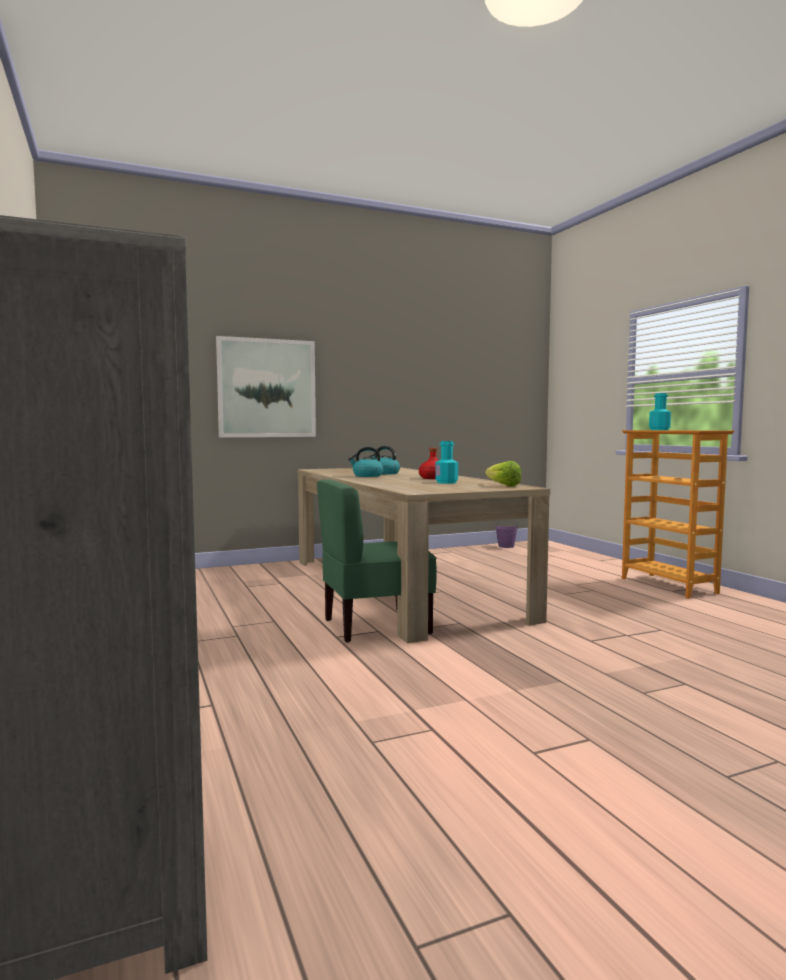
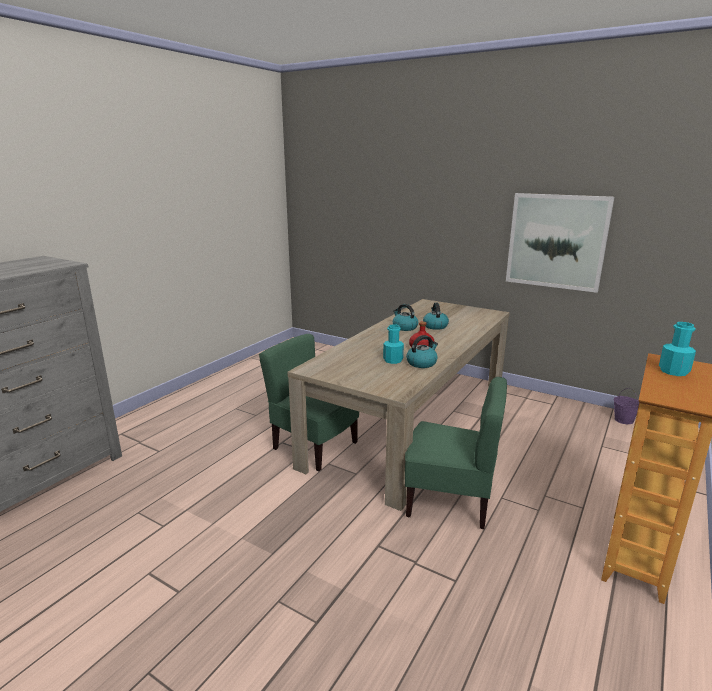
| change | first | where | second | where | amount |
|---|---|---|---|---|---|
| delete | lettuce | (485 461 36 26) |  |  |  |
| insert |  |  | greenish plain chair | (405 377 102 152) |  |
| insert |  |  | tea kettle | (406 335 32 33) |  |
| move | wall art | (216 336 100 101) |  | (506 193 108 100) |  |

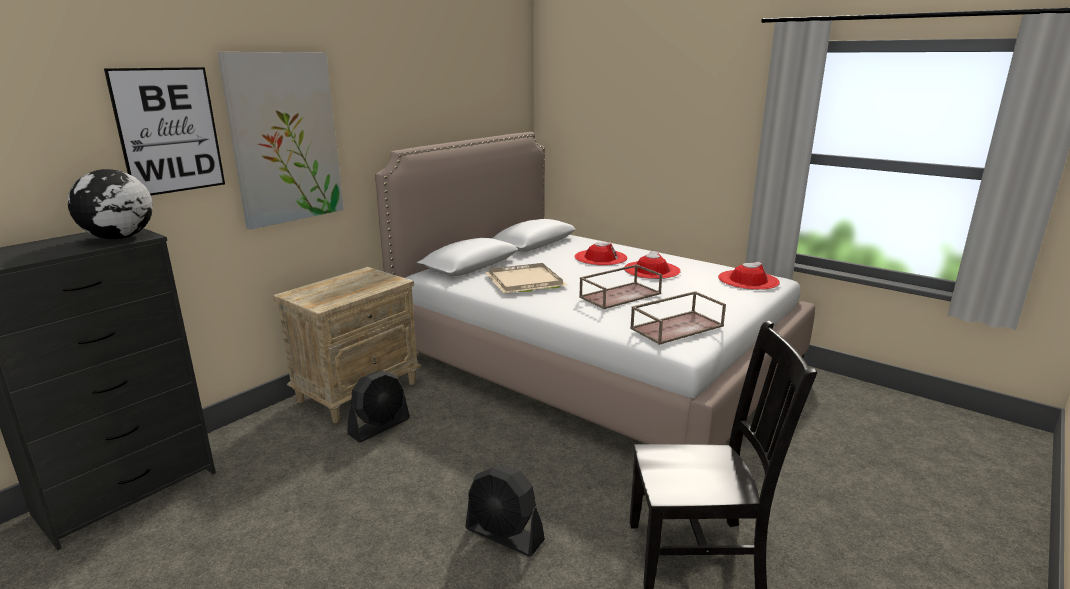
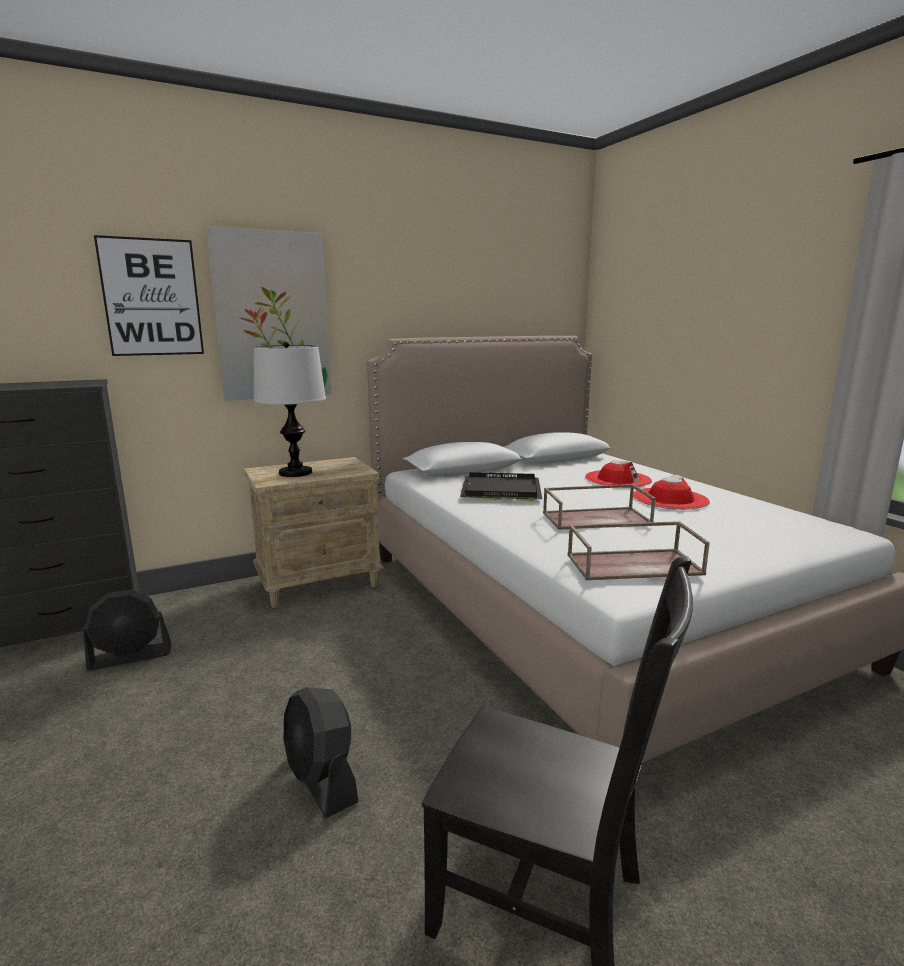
| change | first | where | second | where | amount |
|---|---|---|---|---|---|
| delete | globe | (67 169 86 70) |  |  |  |
| delete | red-coloured hat | (718 262 62 28) |  |  |  |
| insert |  |  | tabletop lamp | (254 342 72 135) |  |
| move | blackish fan | (347 371 63 71) |  | (83 589 88 81) |  |
| recolor | sand-coloured carrying tray | (485 263 82 30) | blackish carrying tray | (460 472 82 29) |  |

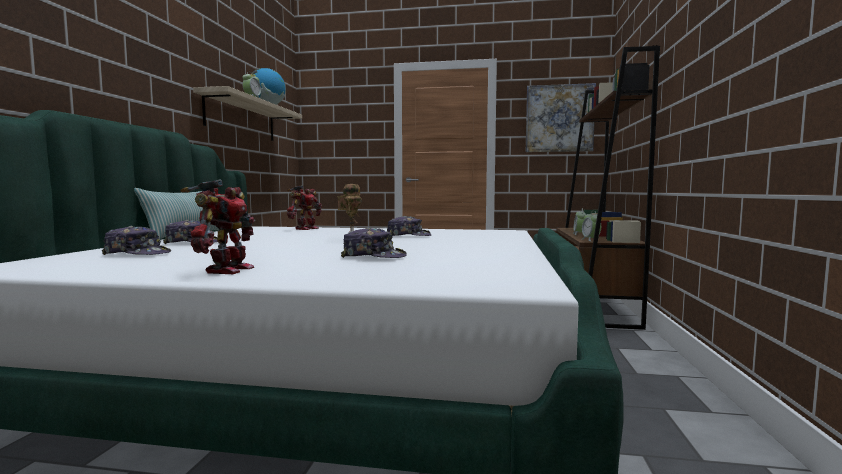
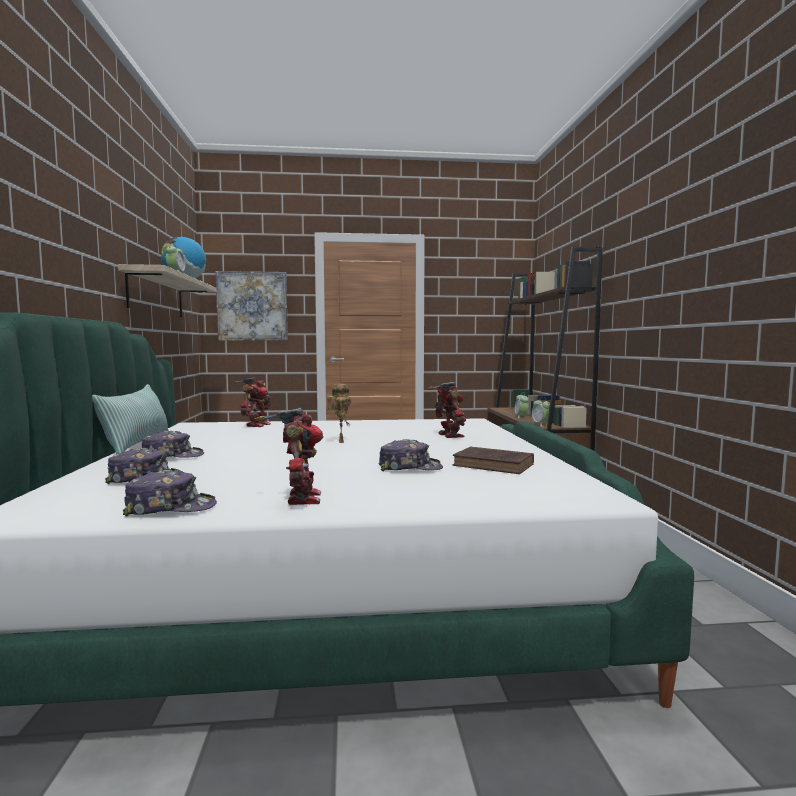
| change | first | where | second | where | amount |
|---|---|---|---|---|---|
| insert |  |  | toy robot | (428 382 38 56) |  |
| insert |  |  | brown-coloured bound book | (453 447 81 27) |  |
| move | peaked cap | (387 216 44 20) |  | (123 470 94 47) |  |
| move | wall art | (526 83 70 69) |  | (215 271 73 70) |  |

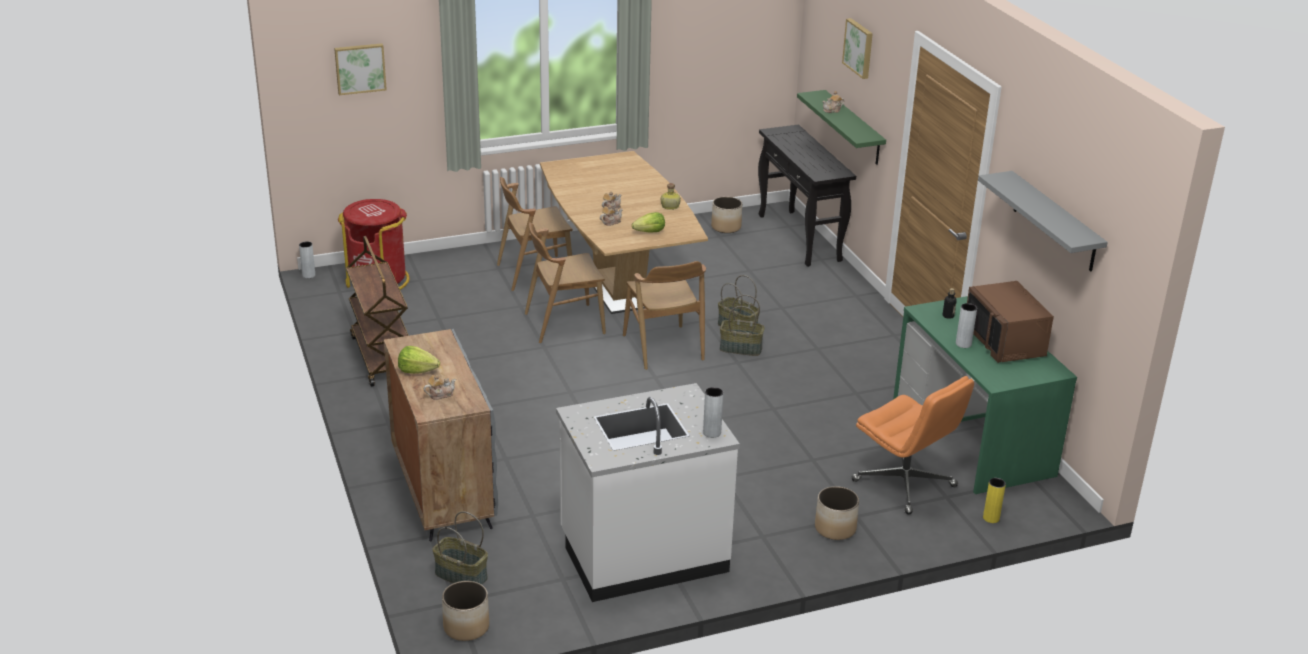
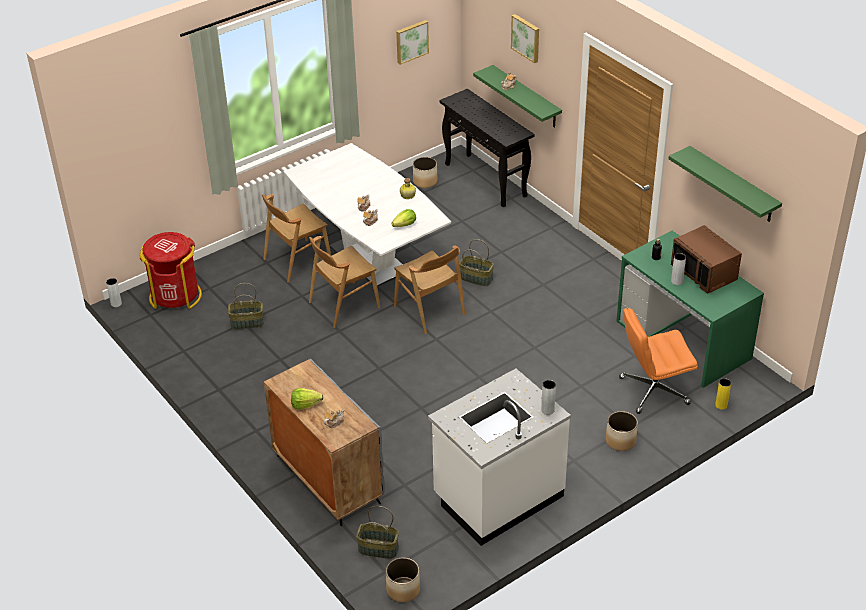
| change | first | where | second | where | amount |
|---|---|---|---|---|---|
| delete | brown-coloured cart | (346 236 63 151) |  |  |  |
| move | wall art | (334 43 53 52) |  | (396 20 33 45) |  |
| move | household basket | (720 295 45 61) |  | (228 283 36 46) |  |
| recolor | brown-coloured kitchen table | (540 151 168 163) | white-coloured kitchen table | (284 143 167 144) |  |
| recolor | greyish wall shelf | (978 171 130 100) | greenish wall shelf | (669 146 113 76) |  |
| rotate | orange office chair | (852 376 122 139) |  | (619 308 78 106) | 135 degrees clockwise |

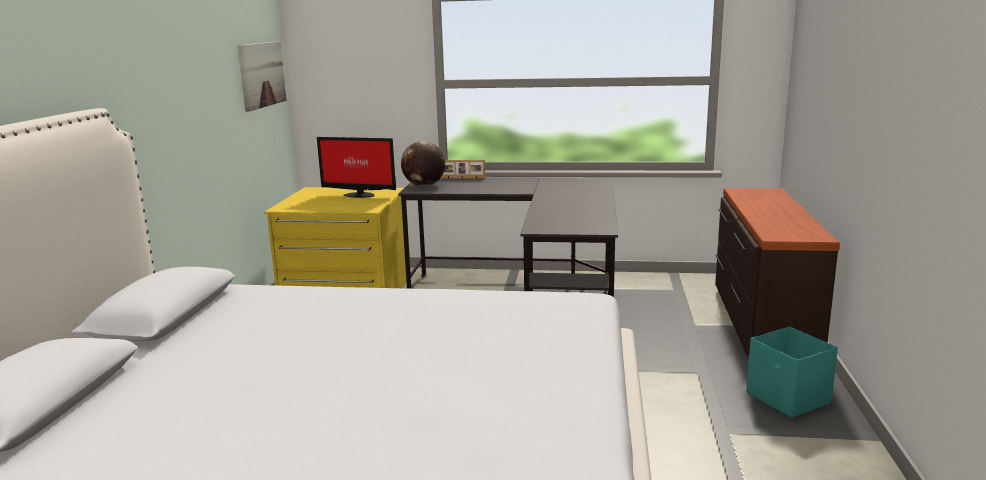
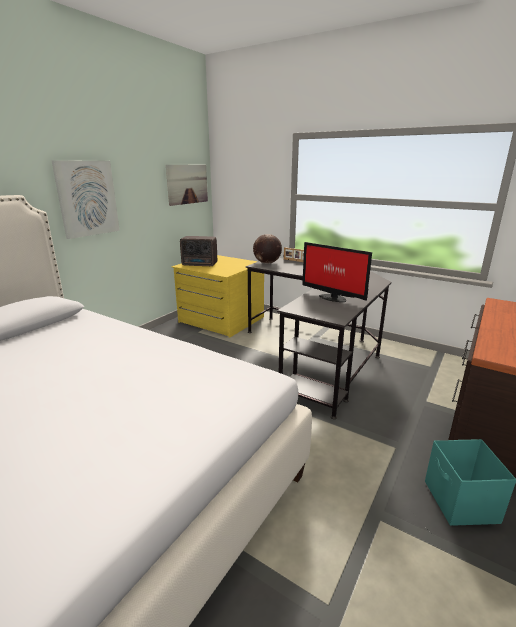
| change | first | where | second | where | amount |
|---|---|---|---|---|---|
| insert |  |  | wall art | (51 160 69 79) |  |
| insert |  |  | radio set | (180 236 37 31) |  |
| move | monitor | (317 137 79 61) |  | (302 242 70 60) |  |

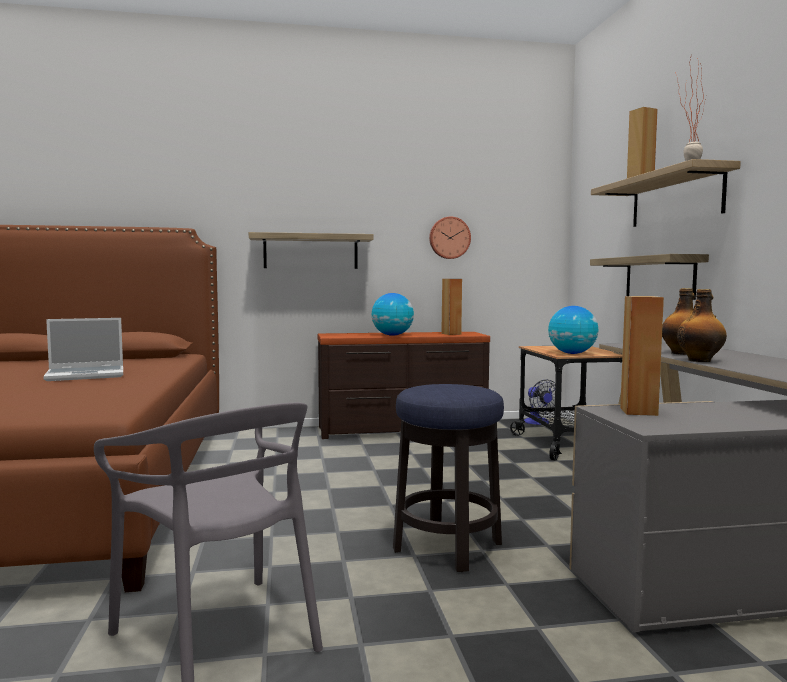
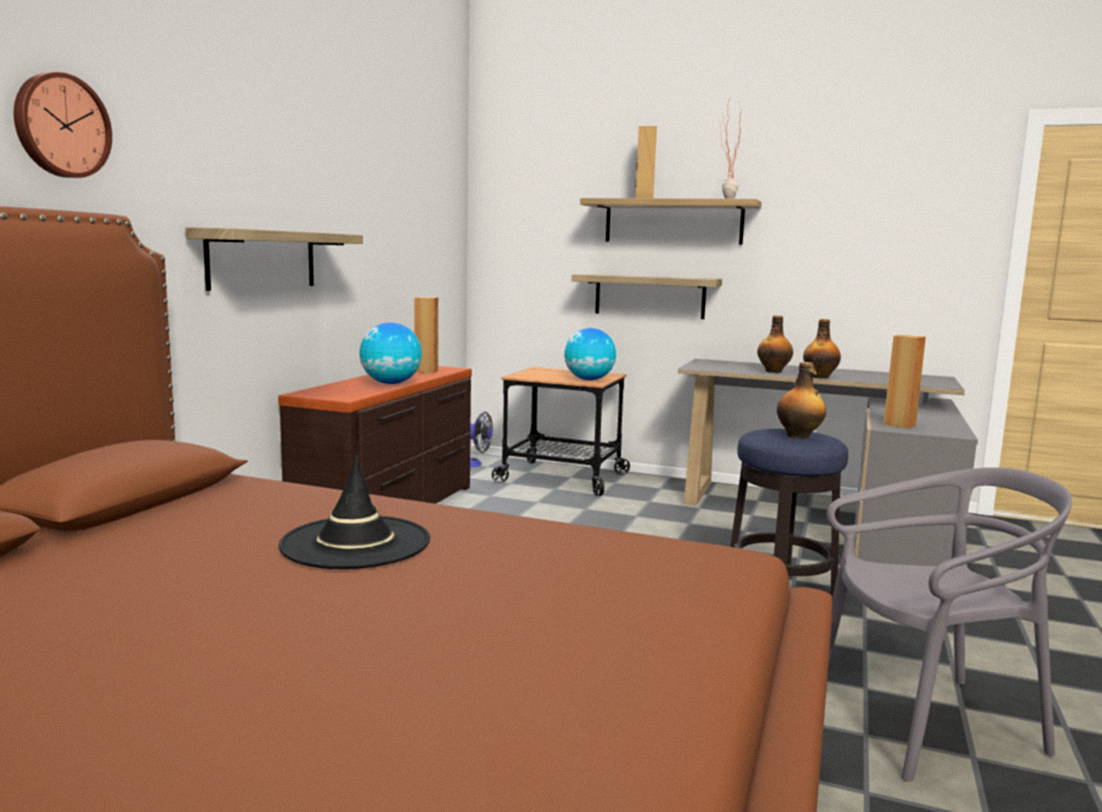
| change | first | where | second | where | amount |
|---|---|---|---|---|---|
| insert |  |  | bottle | (777 362 49 77) |  |
| move | wall clock | (429 216 42 43) |  | (14 72 98 106) |  |
| replace | notebook computer | (43 318 80 63) | blackish hat | (279 455 151 114) |  |

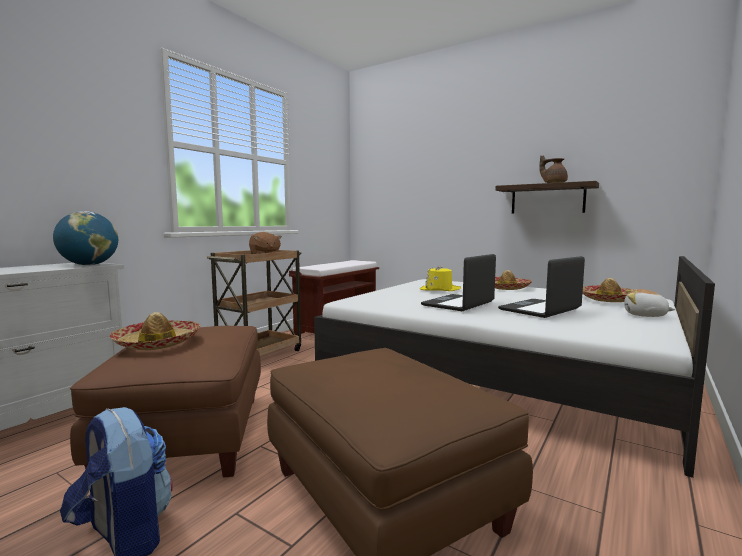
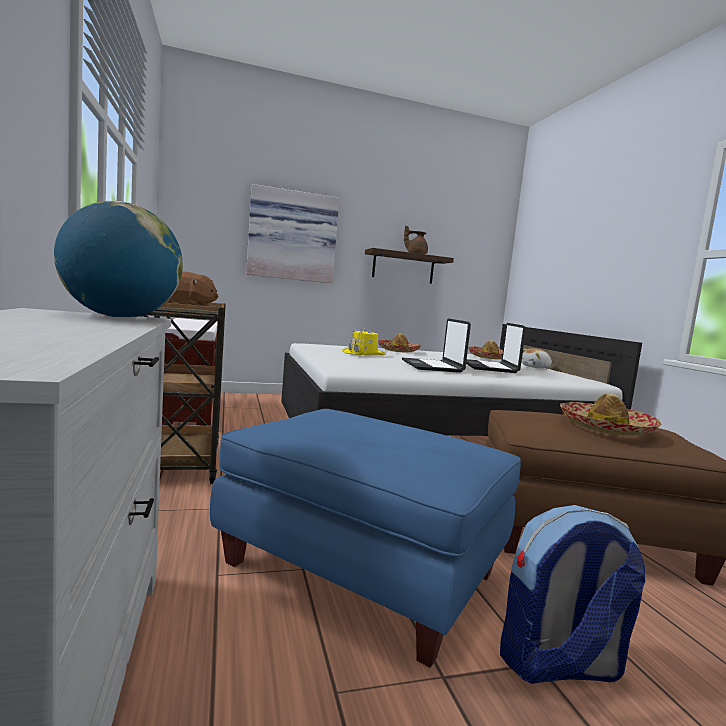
| change | first | where | second | where | amount |
|---|---|---|---|---|---|
| insert |  |  | wall art | (246 184 94 99) |  |
| move | hat | (110 312 90 38) |  | (560 393 101 43) |  |
| recolor | brown-coloured pouffe | (70 326 191 152) | bluish pouffe | (210 409 311 259) |  |

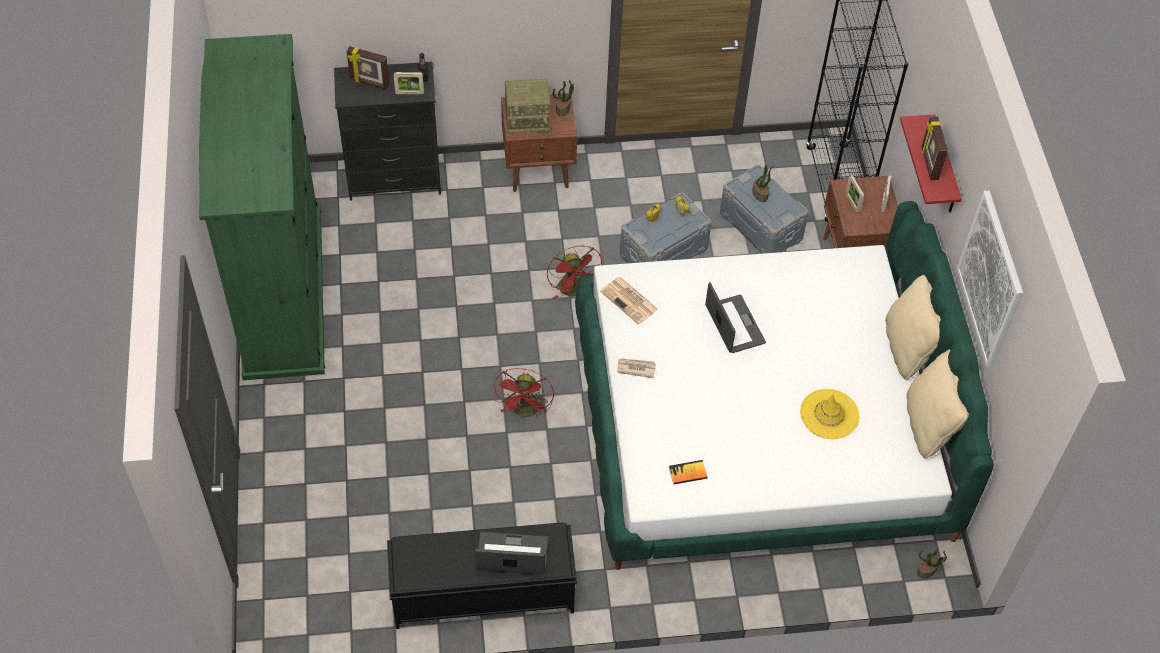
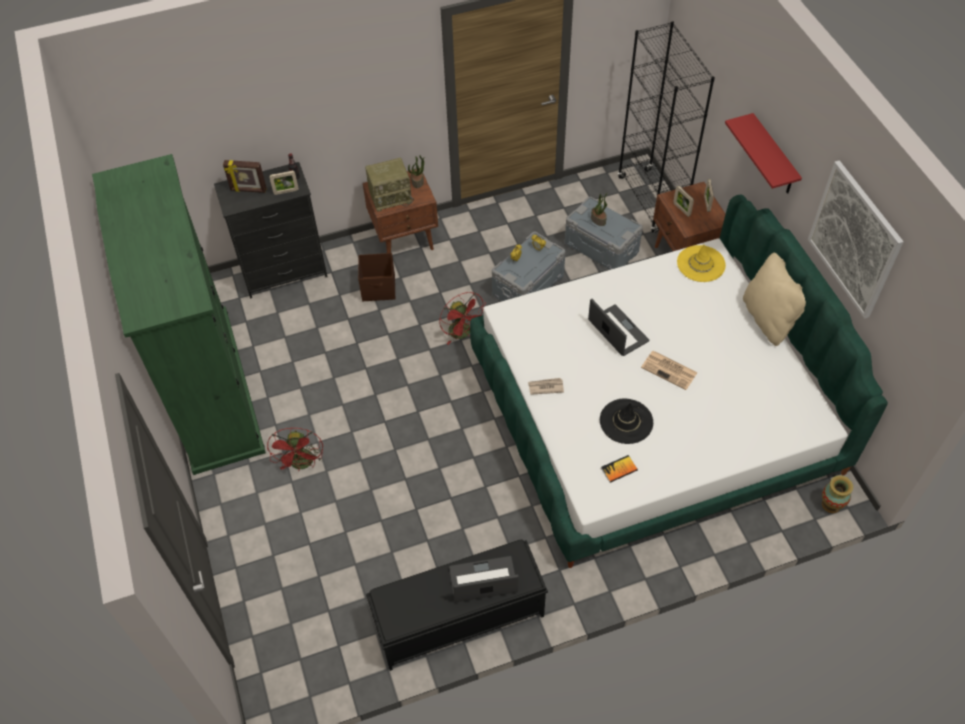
| change | first | where | second | where | amount |
|---|---|---|---|---|---|
| delete | sand-coloured pillow | (906 350 63 109) |  |  |  |
| delete | picture frame | (921 117 27 64) |  |  |  |
| insert |  |  | brown-coloured storage container | (358 253 37 48) |  |
| insert |  |  | blackish hat | (600 398 53 46) |  |
| move | red-coloured fan | (494 368 60 50) |  | (267 428 56 43) |  |
| move | newspaper | (600 277 59 47) |  | (641 351 57 39) |  |
| move | yellow hat | (800 389 59 50) |  | (677 245 49 37) |  |
| replace | potted plant | (917 549 30 30) | flower vase | (822 475 31 38) |  |

